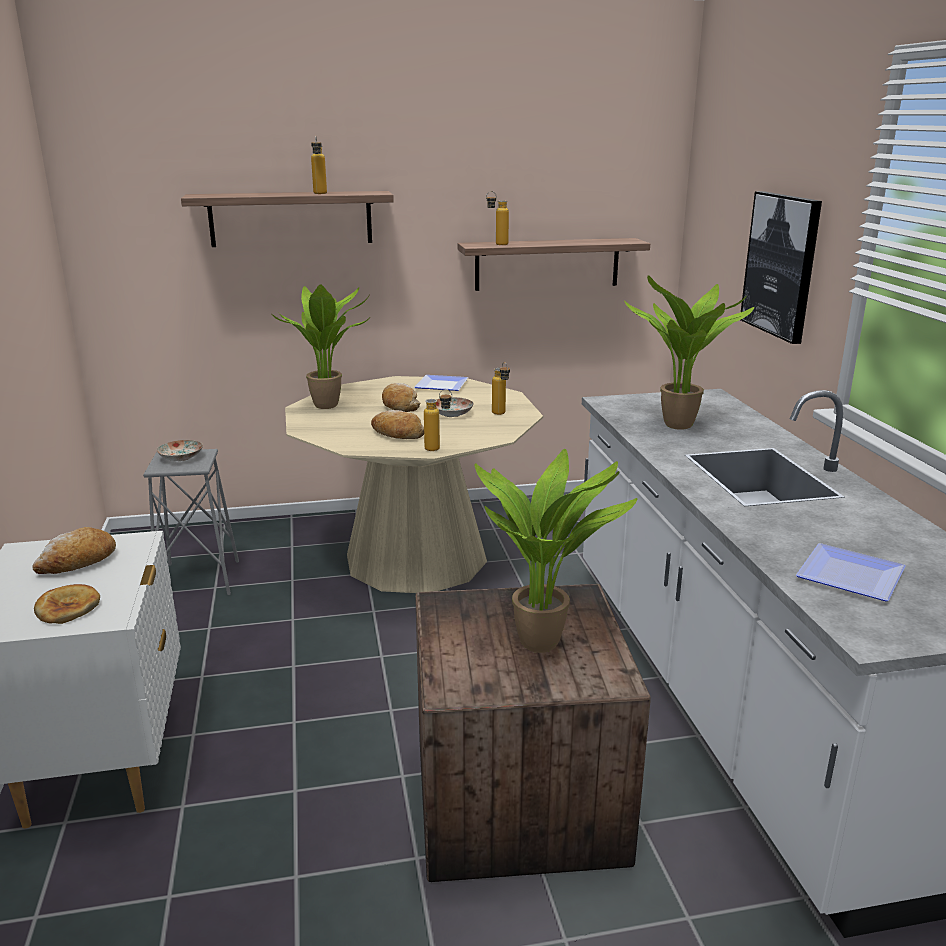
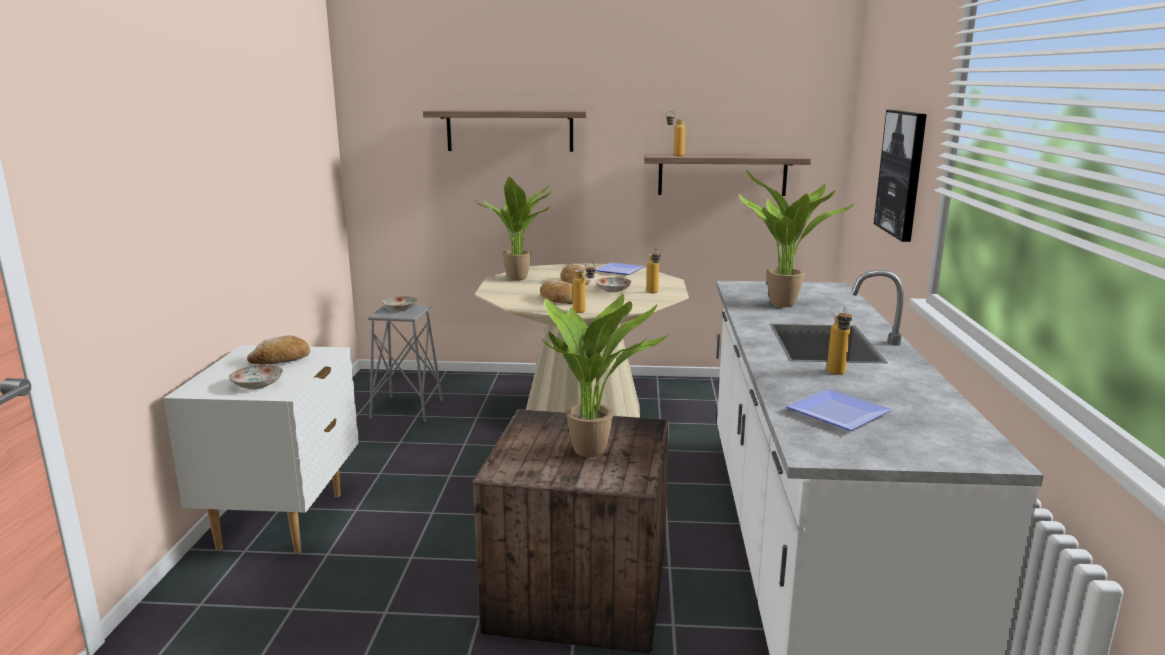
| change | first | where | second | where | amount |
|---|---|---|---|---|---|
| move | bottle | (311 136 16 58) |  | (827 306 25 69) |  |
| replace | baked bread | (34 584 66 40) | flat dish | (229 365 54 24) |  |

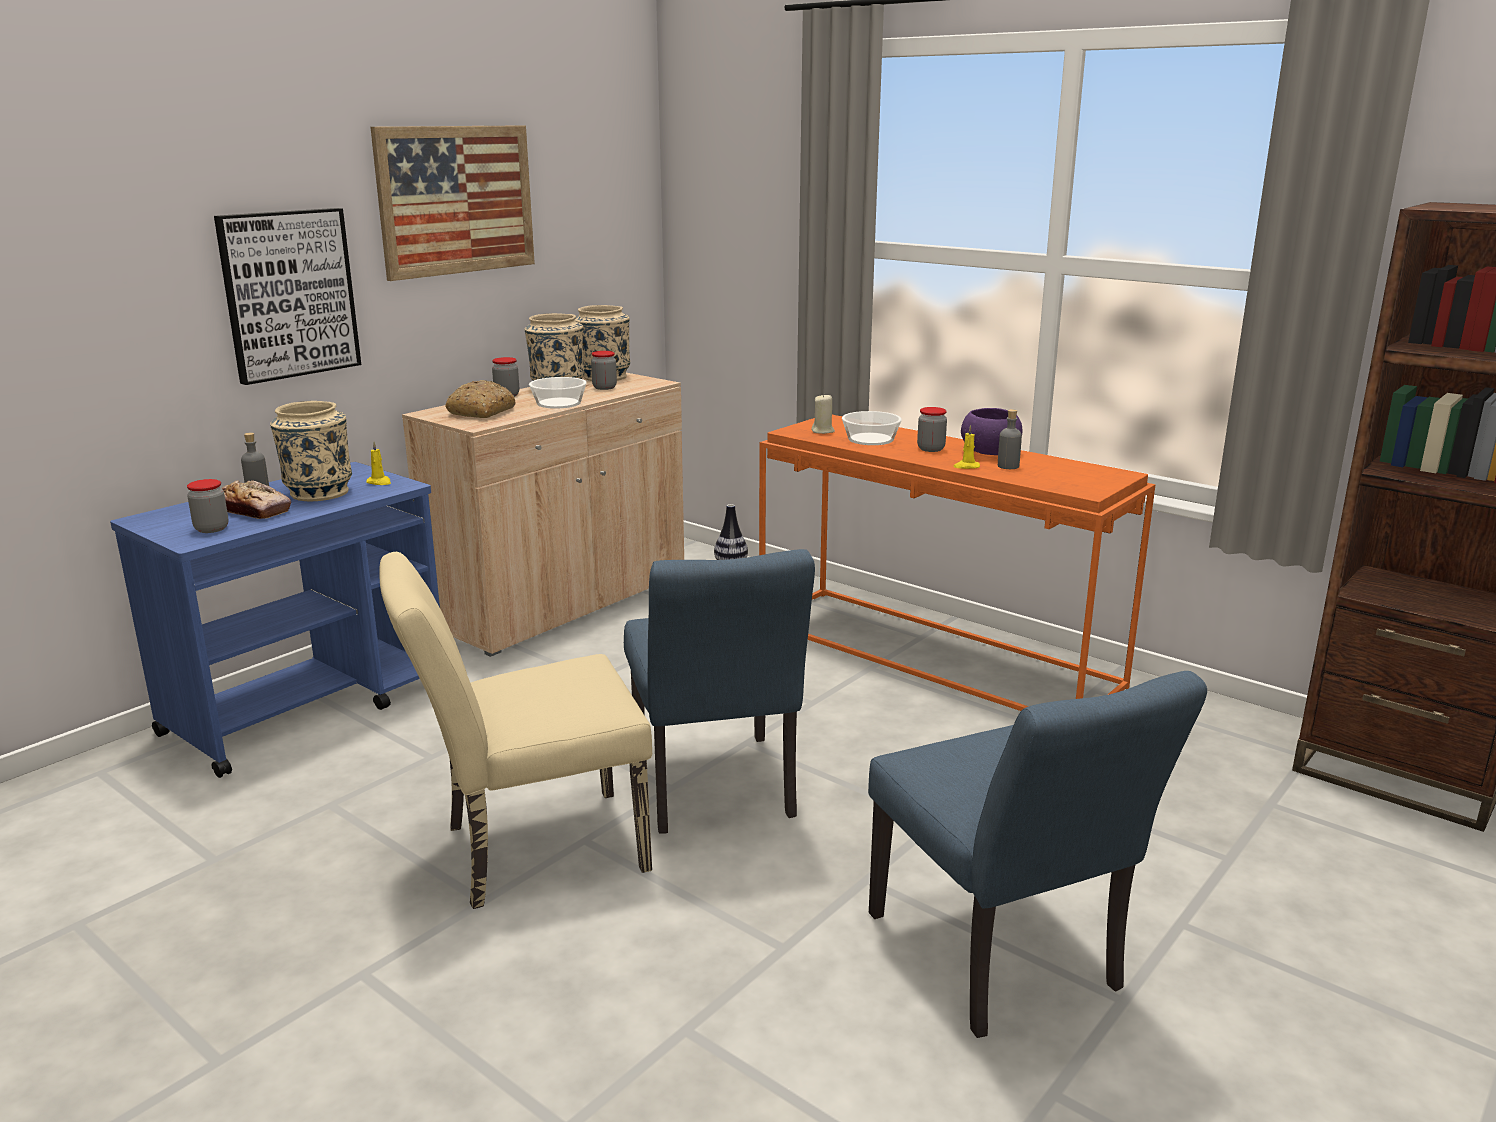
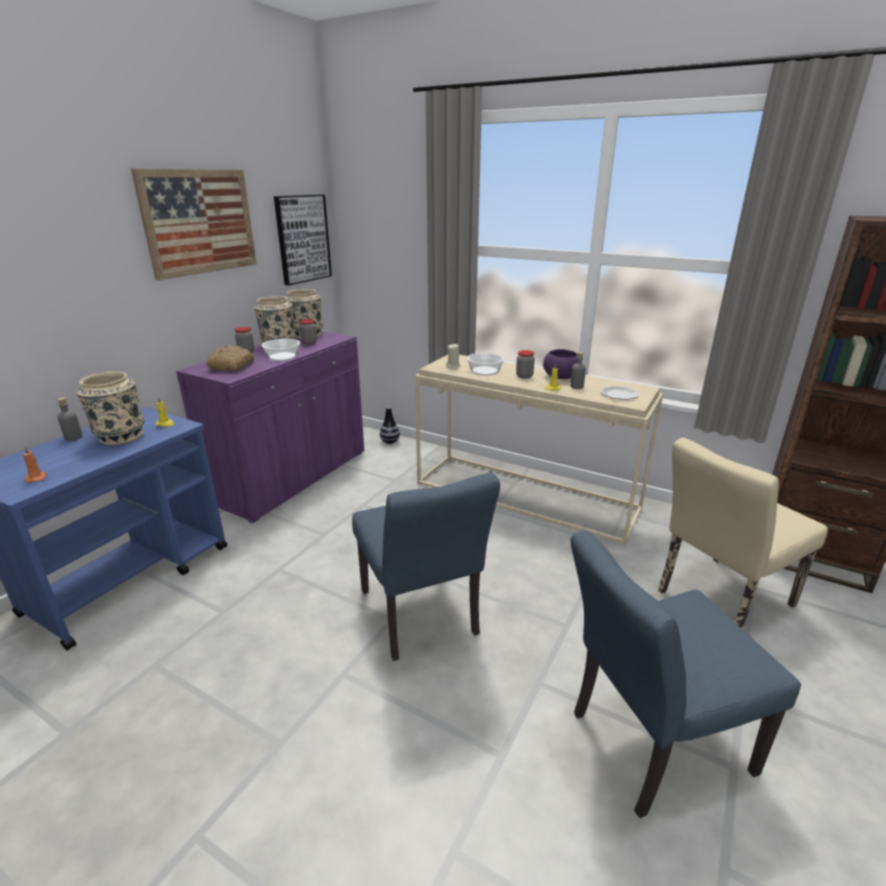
| change | first | where | second | where | amount |
|---|---|---|---|---|---|
| delete | baked bread | (221 480 70 39) |  |  |  |
| insert |  |  | flat dish | (601 386 38 14) |  |
| move | wall art | (214 208 147 177) |  | (274 195 58 91) |  |
| move | sand-coloured plain chair | (379 552 273 357) |  | (658 438 170 191) |  |
| replace | preserve jar | (187 479 41 54) | orange candle | (23 447 24 36) |  |
| recolor | sand-coloured storage cabinet | (402 373 282 284) | purple storage cabinet | (176 331 188 193) |  |
| recolor | orange hall table | (759 415 397 296) | sand-coloured hall table | (415 355 248 190) |  |
| rotate | bluish plain chair | (868 671 339 367) |  | (571 530 230 288) | 105 degrees clockwise |

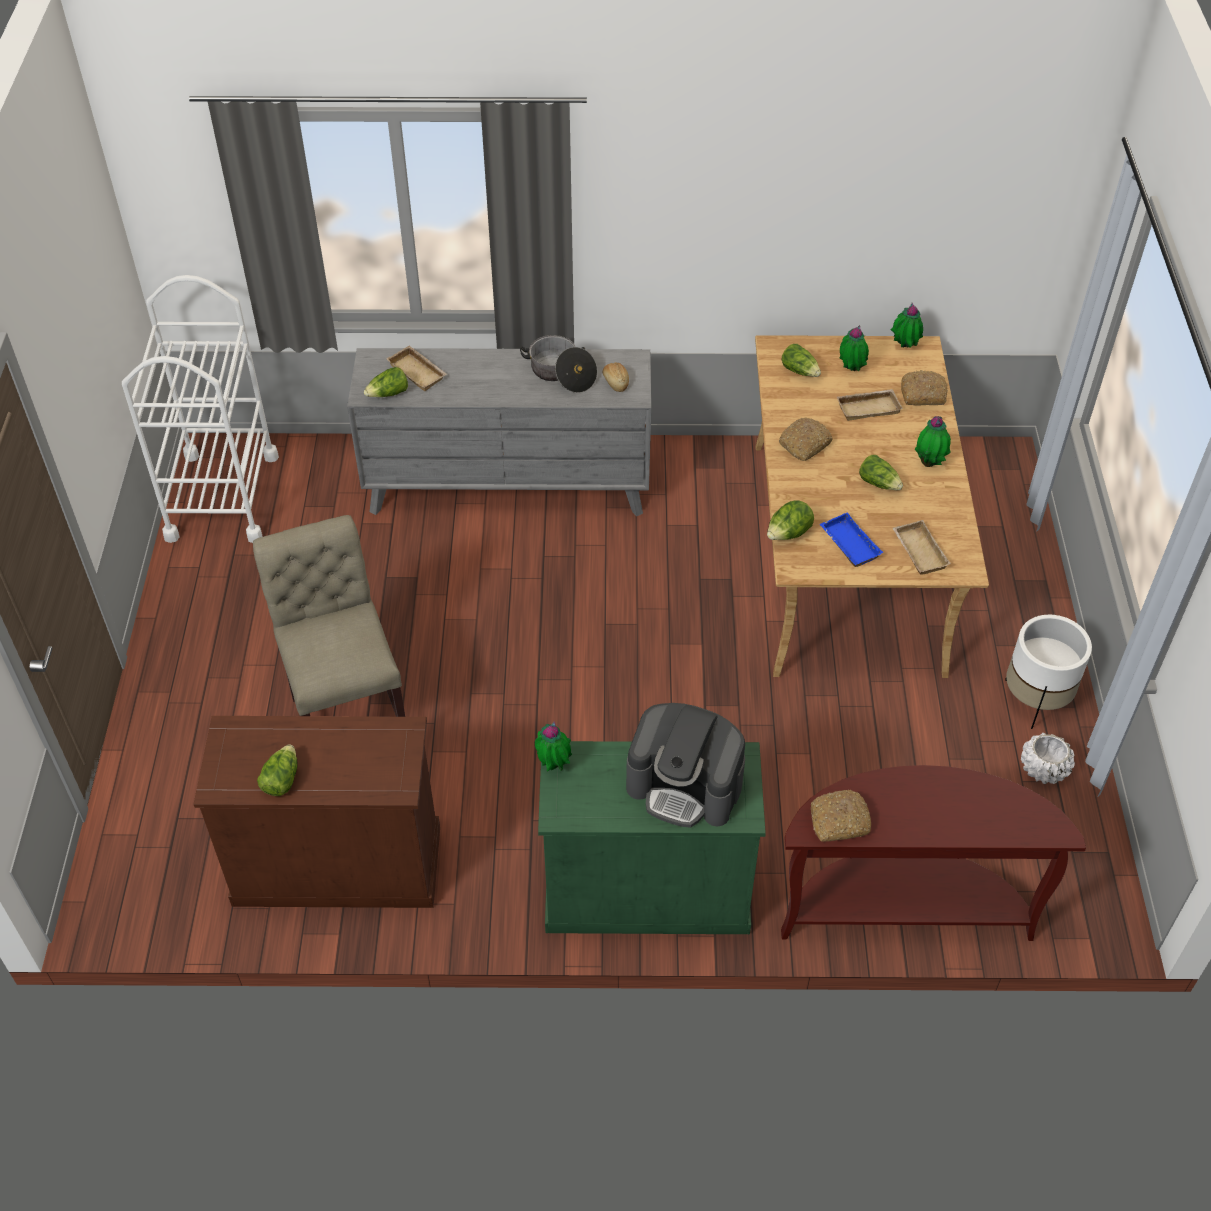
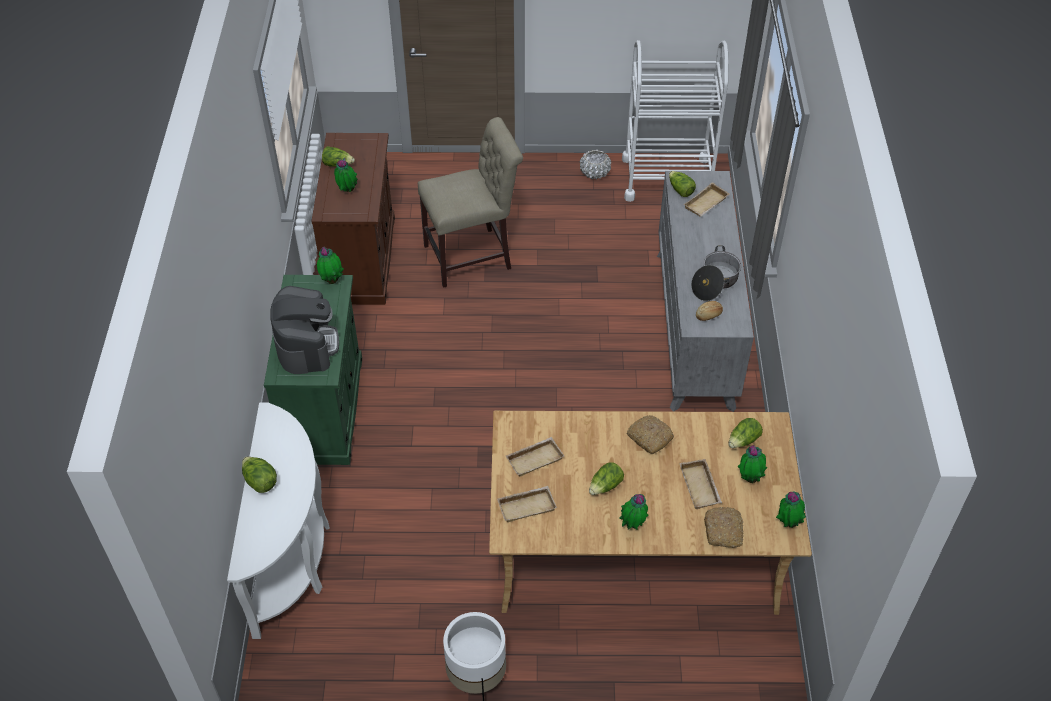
| change | first | where | second | where | amount |
|---|---|---|---|---|---|
| delete | baked bread | (810 790 61 52) |  |  |  |
| insert |  |  | potted plant | (334 158 23 34) |  |
| move | lettuce | (767 500 47 40) |  | (242 457 35 36) |  |
| move | white-coloured plant pot | (1021 733 54 51) |  | (580 150 31 29) |  |
| recolor | brown-coloured hall table | (781 765 305 176) | white-coloured hall table | (227 403 103 236) |  |
| recolor | bluish carrying tray | (820 512 63 55) | sand-coloured carrying tray | (506 437 58 40) |  |
| rotate | coffee brewer | (626 703 119 125) |  | (270 286 69 88) | 150 degrees clockwise |

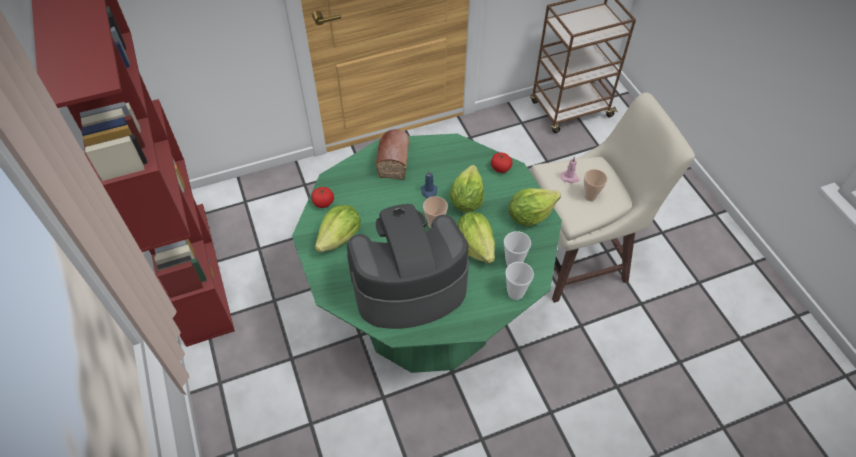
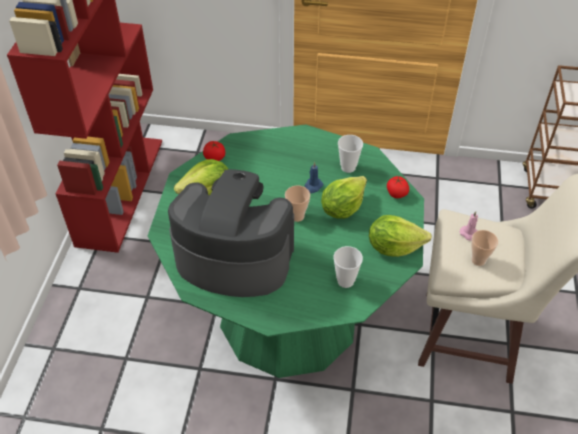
| change | first | where | second | where | amount |
|---|---|---|---|---|---|
| delete | baked bread | (376 129 33 50) |  |  |  |
| delete | lettuce | (457 212 38 52) |  |  |  |
| move | drinking cup | (505 262 29 38) |  | (338 135 25 38) |  |

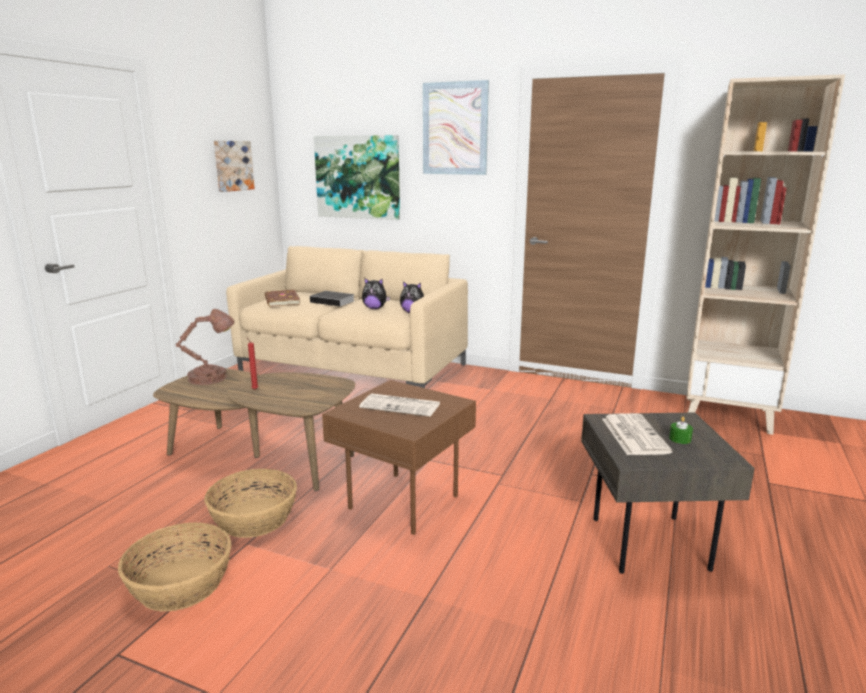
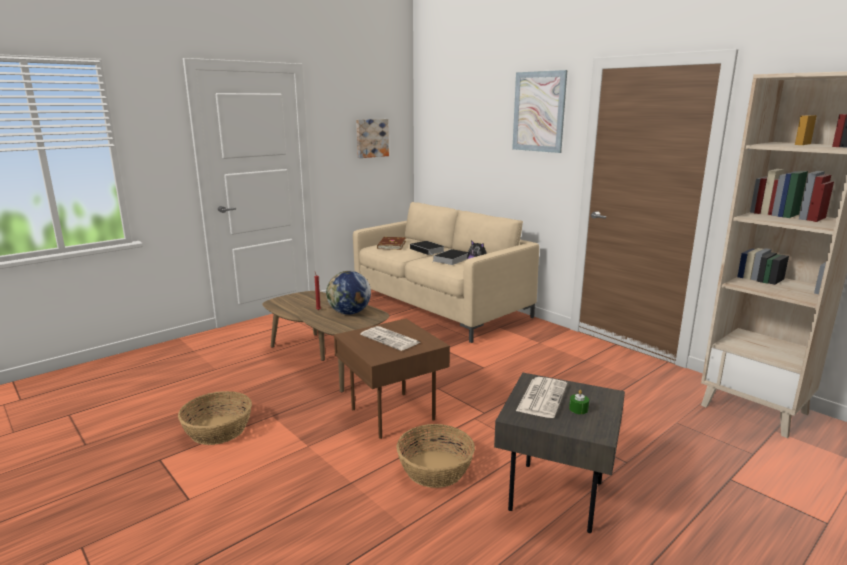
| change | first | where | second | where | amount |
|---|---|---|---|---|---|
| delete | brown-coloured tabletop lamp | (176 309 59 76) |  |  |  |
| delete | wall art | (314 135 86 85) |  |  |  |
| insert |  |  | globe | (326 271 45 44) |  |
| move | household basket | (204 469 93 69) |  | (396 424 79 64) |  |
| replace | soft toy | (362 278 28 31) | bound book | (431 249 37 16) |  |

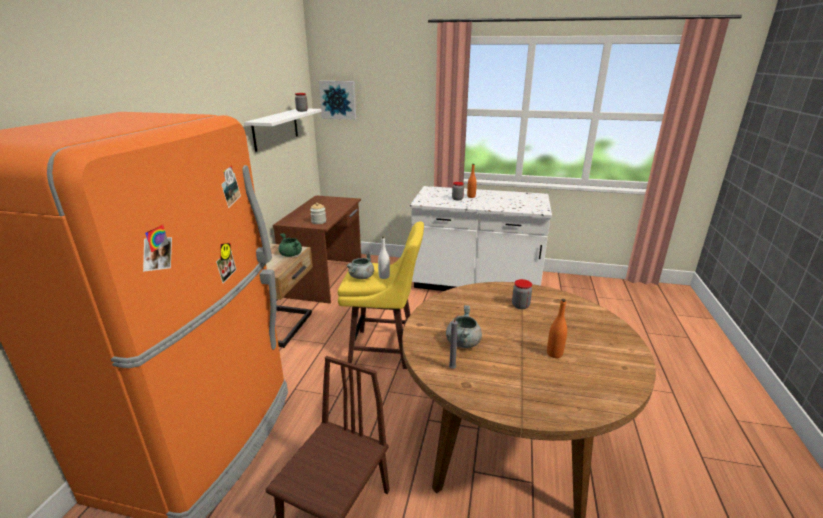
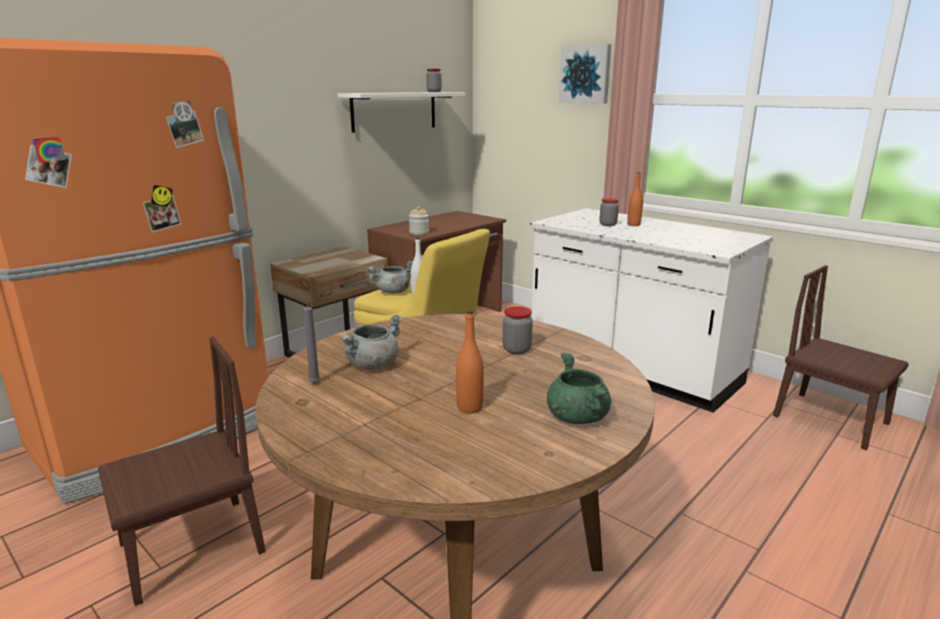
| change | first | where | second | where | amount |
|---|---|---|---|---|---|
| insert |  |  | brown-coloured plain chair | (773 265 136 185) |  |
| move | greenish cooking pot | (279 233 23 24) |  | (547 353 64 71) |  |
| move | wall art | (319 81 37 39) |  | (558 44 53 60) |  |

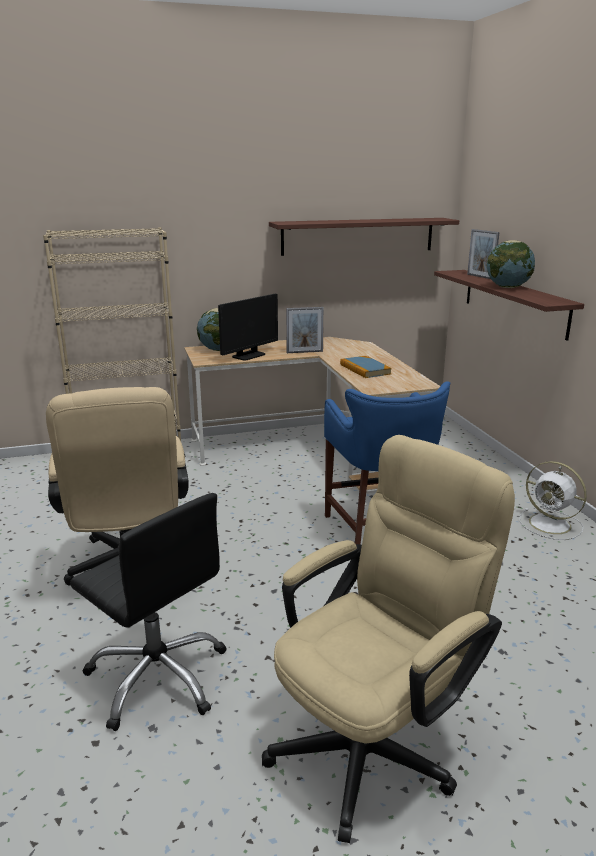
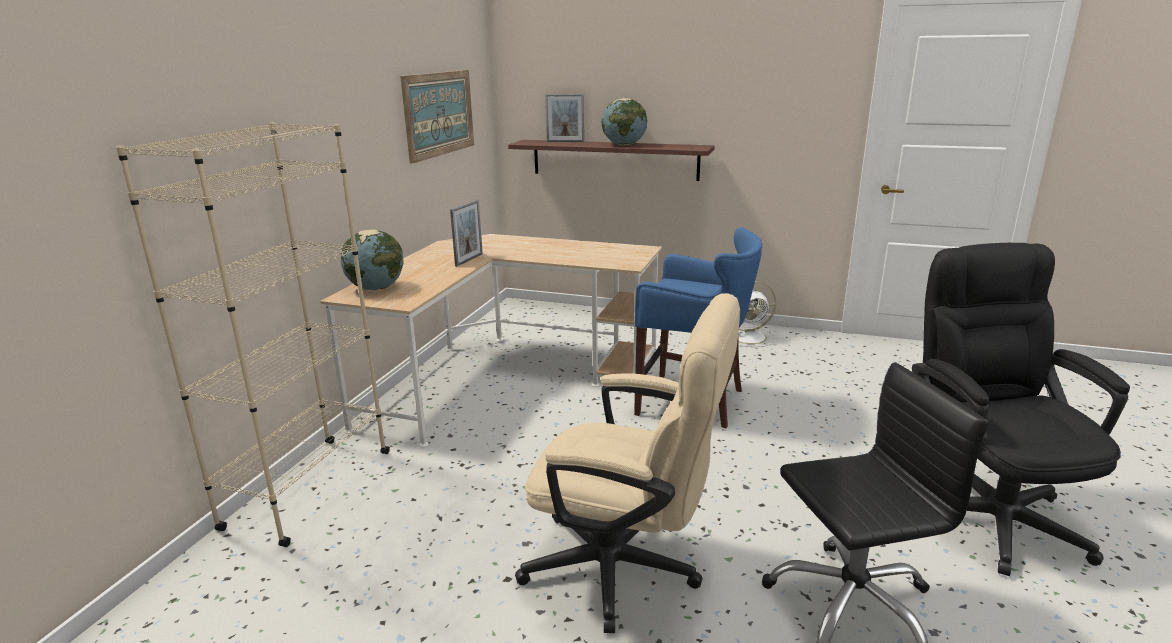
| change | first | where | second | where | amount |
|---|---|---|---|---|---|
| delete | monitor | (218 294 60 67) |  |  |  |
| delete | bound book | (340 356 52 22) |  |  |  |
| replace | wall shelf | (269 218 190 38) | wall art | (400 70 74 94) |  |
| recolor | sand-coloured office chair | (262 435 253 408) | blackish office chair | (912 243 218 333) |  |

